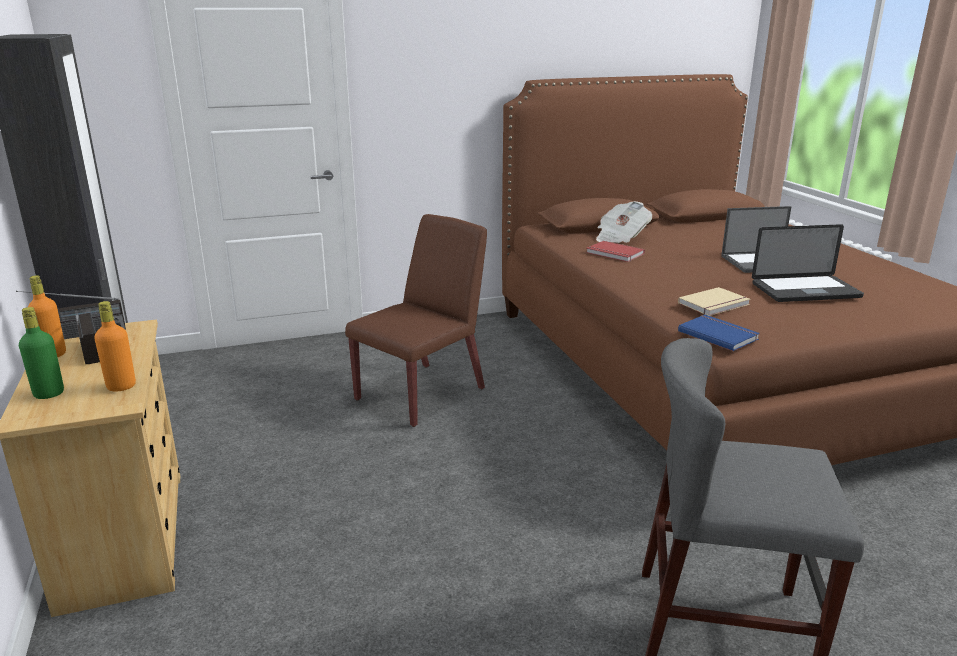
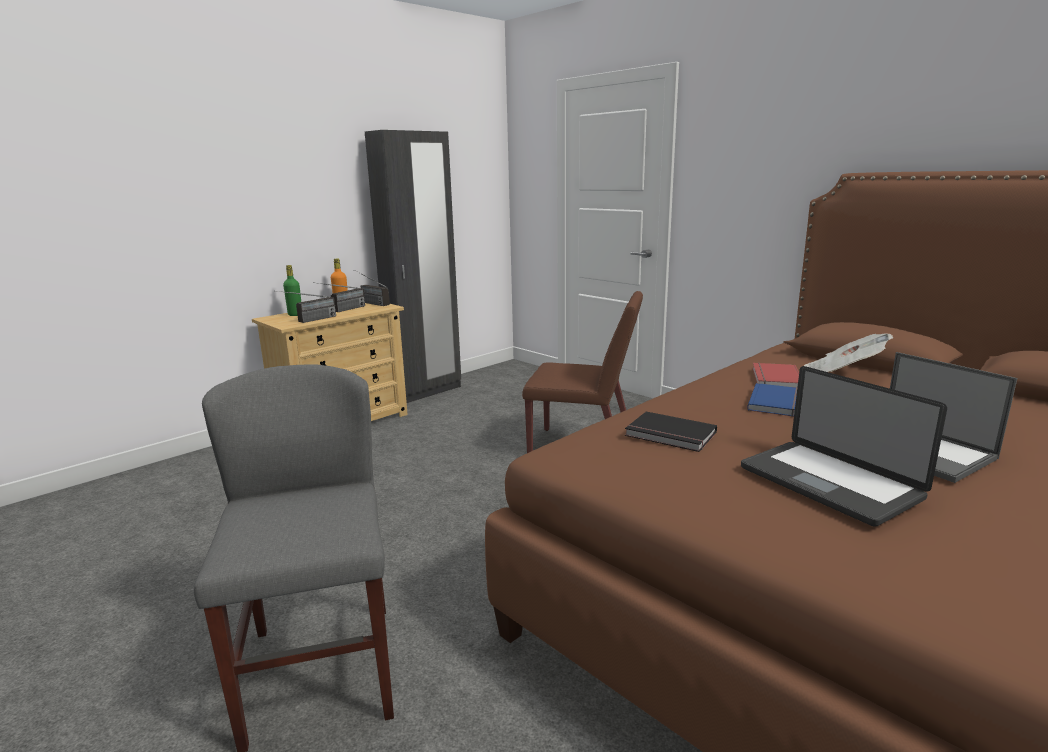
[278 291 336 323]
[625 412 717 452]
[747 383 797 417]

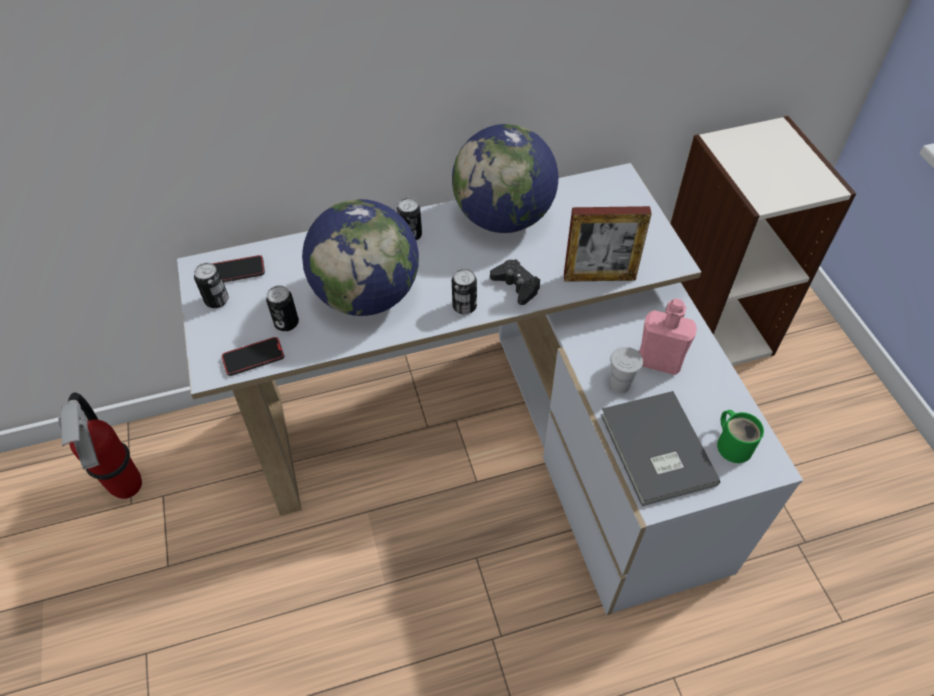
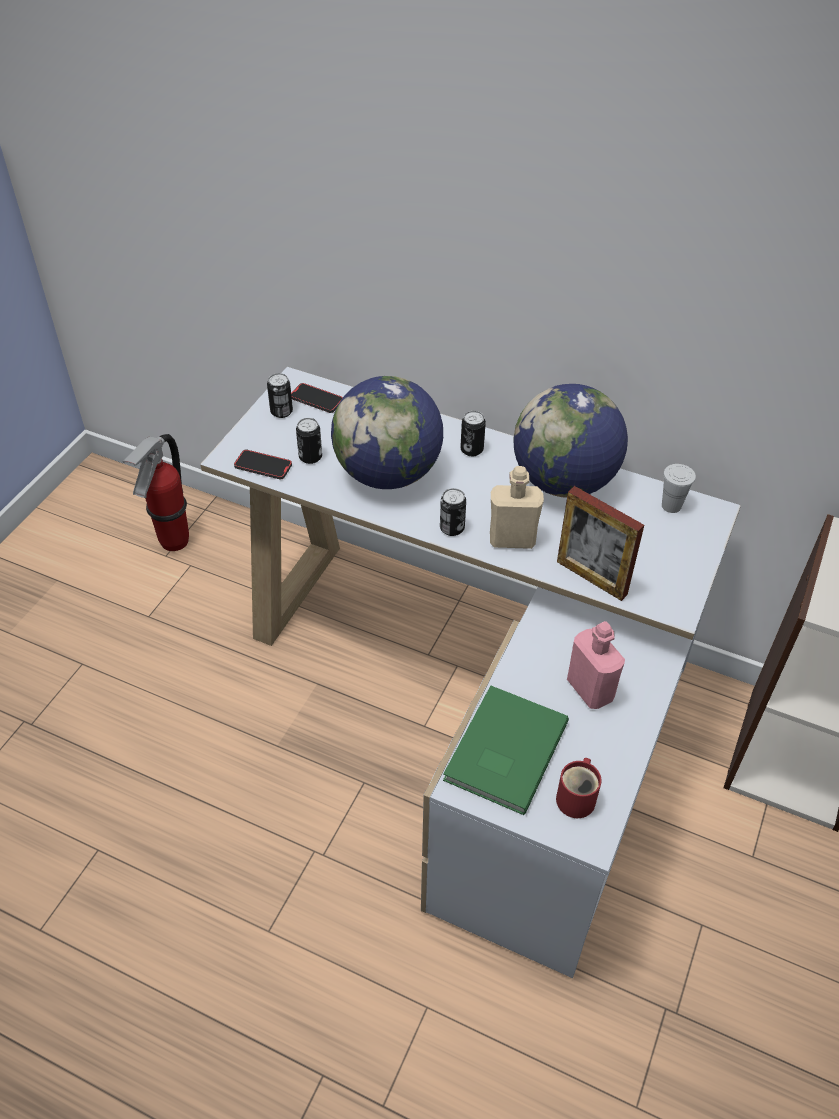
[443 685 569 815]
[490 466 544 549]
[556 758 601 818]
[662 464 696 513]

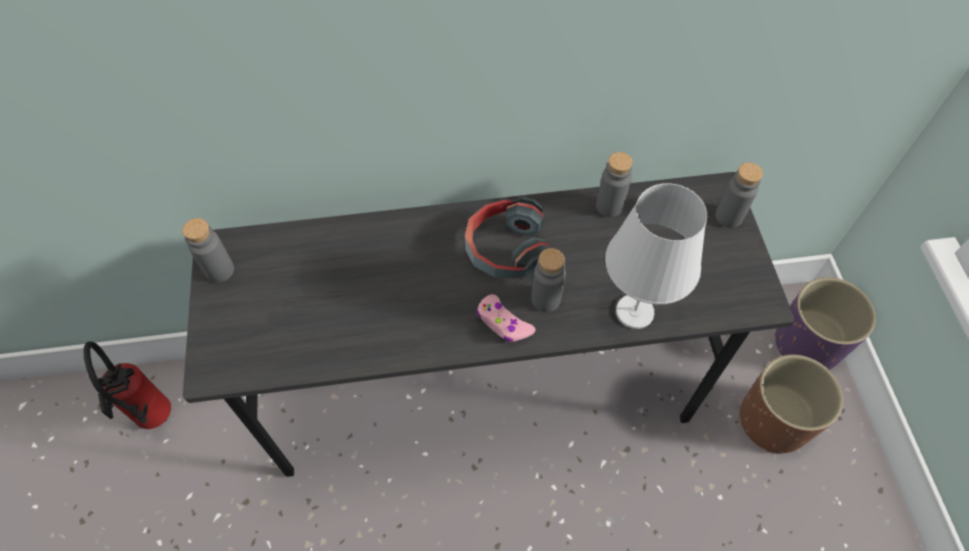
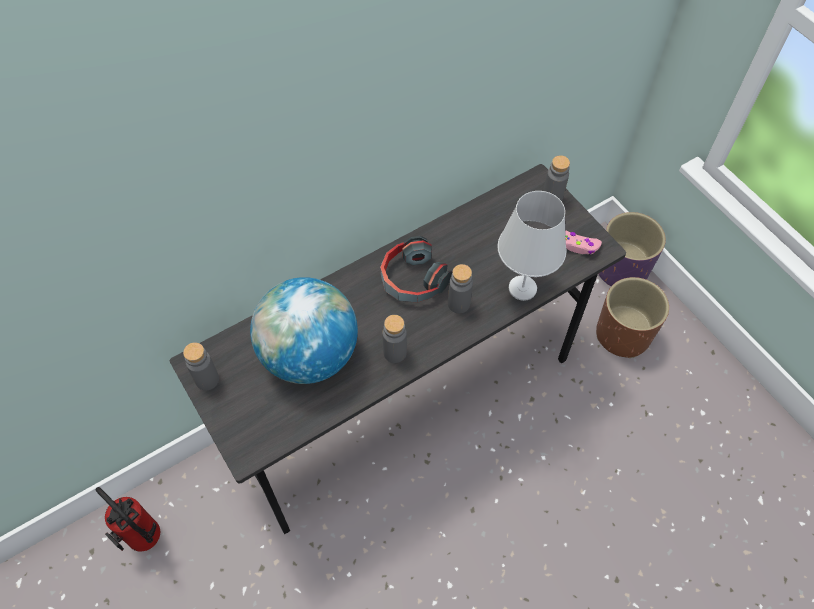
[250 277 358 384]
[382 315 407 363]
[565 230 602 254]

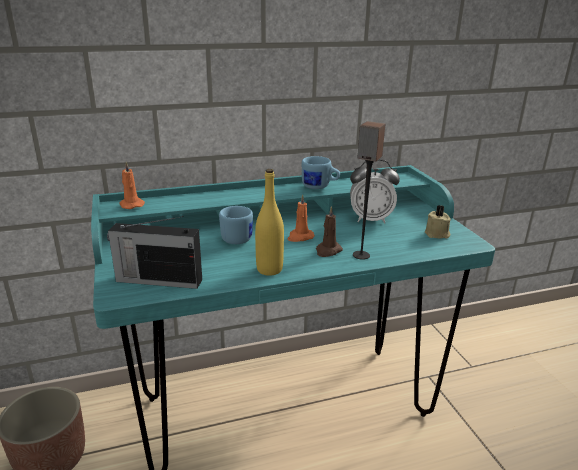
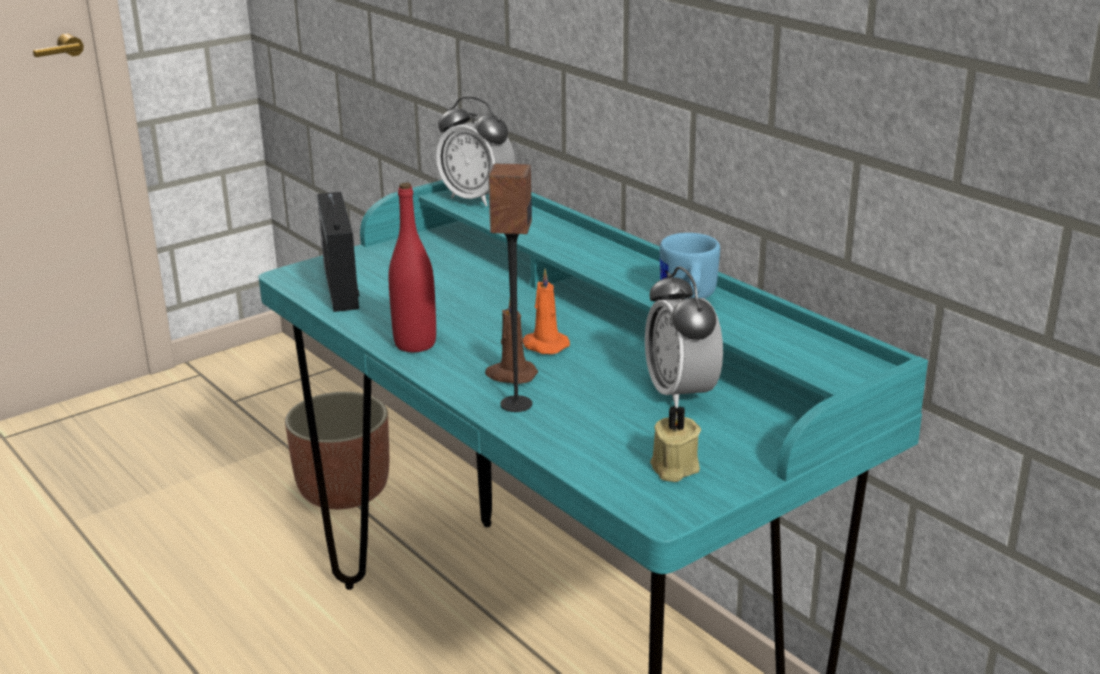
[388 182 436 352]
[436 96 515 206]
[219 206 253 244] (first image)

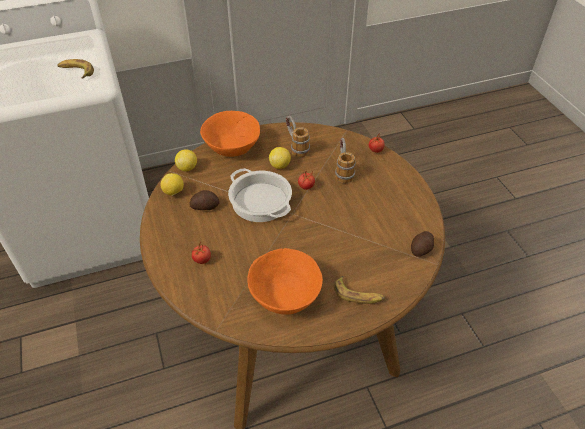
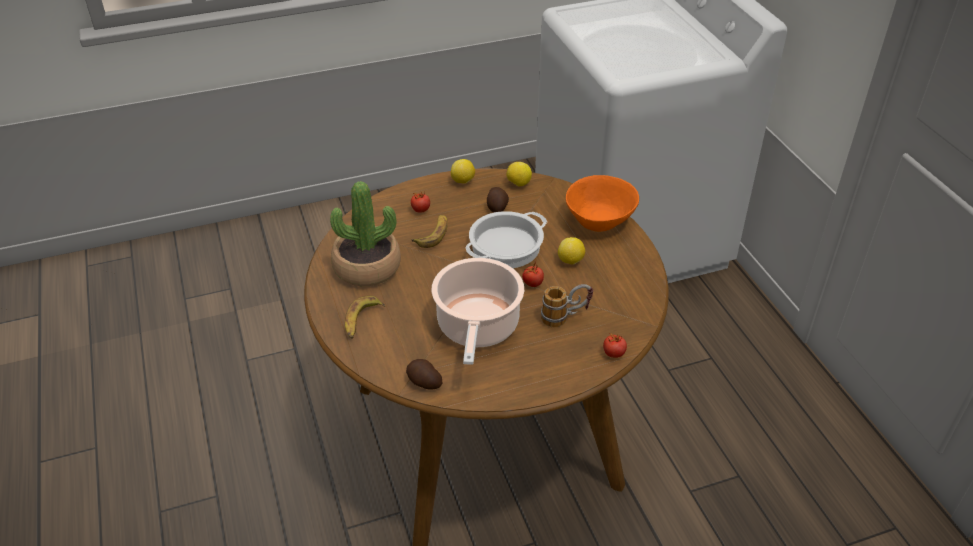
[330 181 401 286]
[411 215 448 248]
[432 258 524 365]
[451 159 475 184]
[286 116 310 157] (first image)

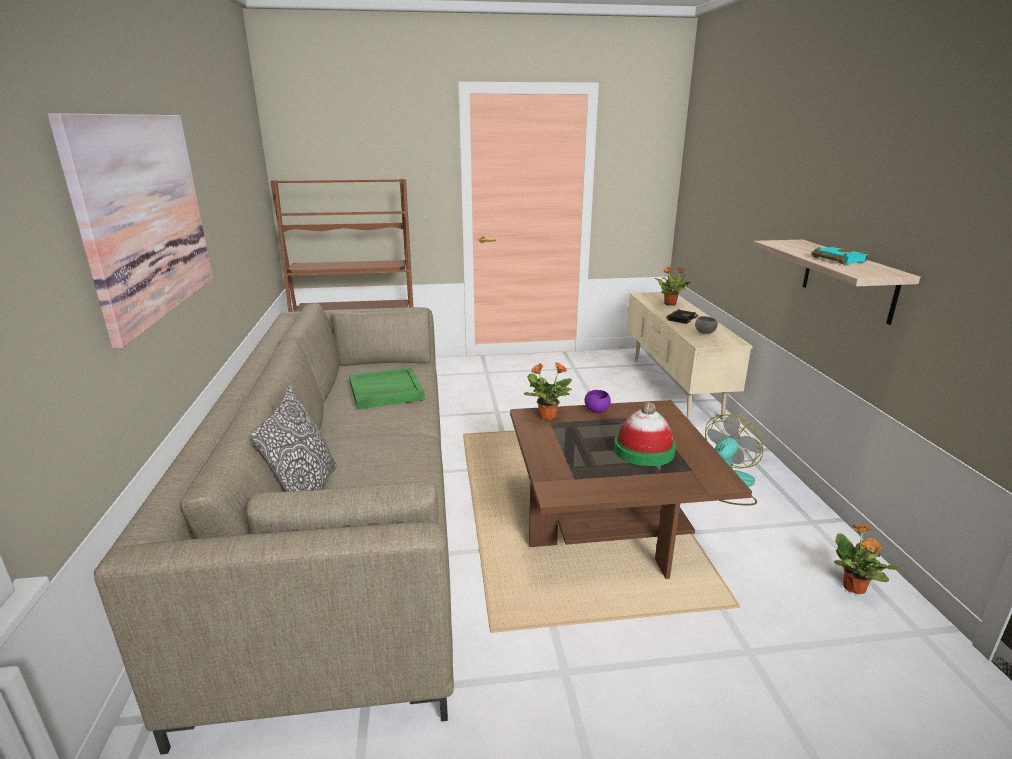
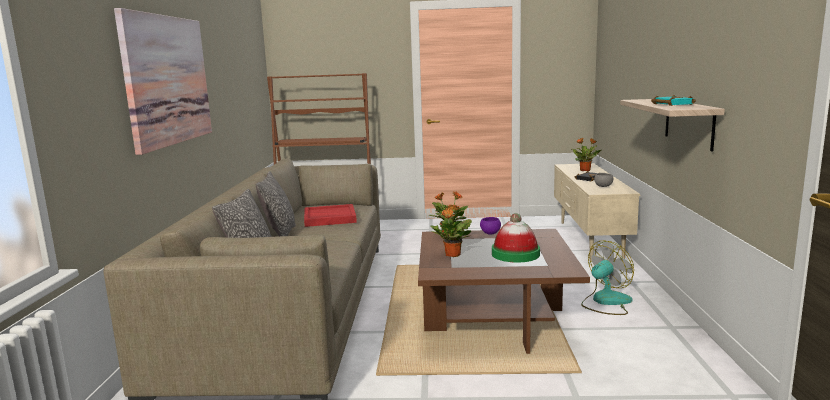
[256 171 296 236]
[304 204 357 227]
[430 204 472 257]

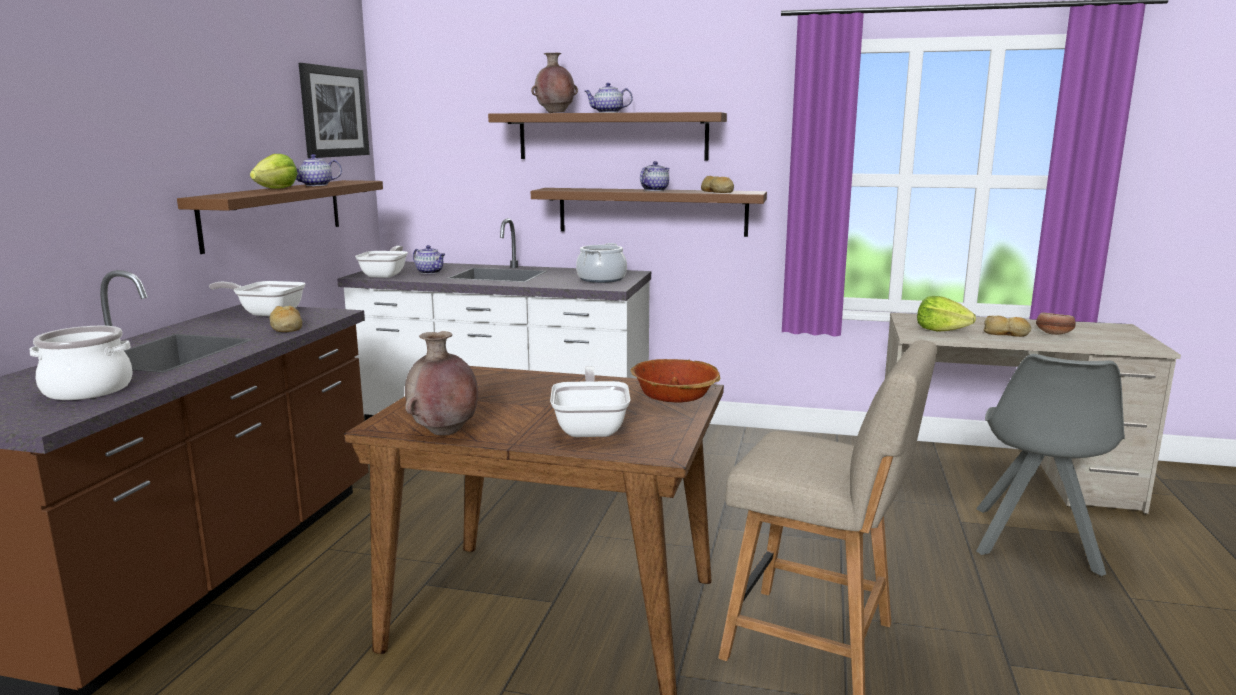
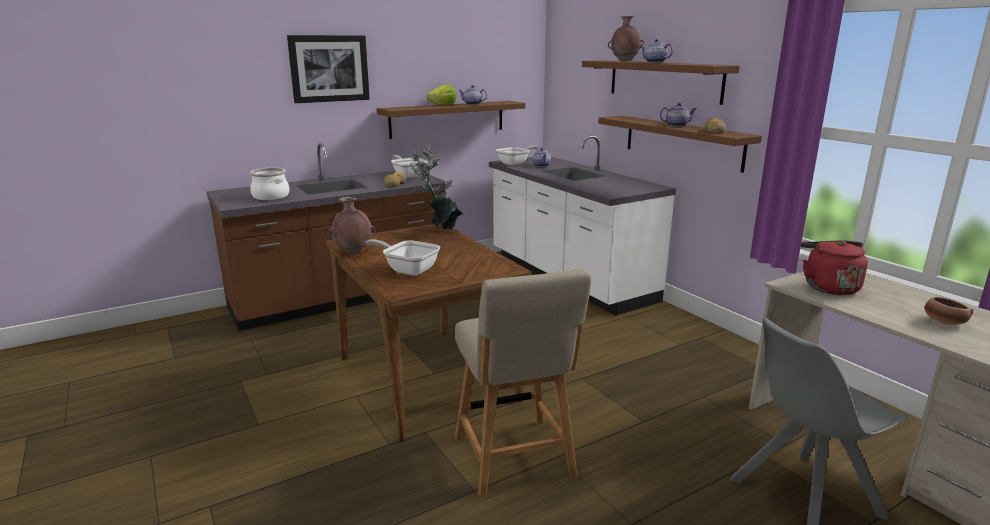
[287 35 370 103]
[365 239 440 276]
[410 146 464 229]
[801 240 868 295]
[576 243 627 283] (first image)
[630 359 720 402] (first image)
[984 316 1031 337] (first image)

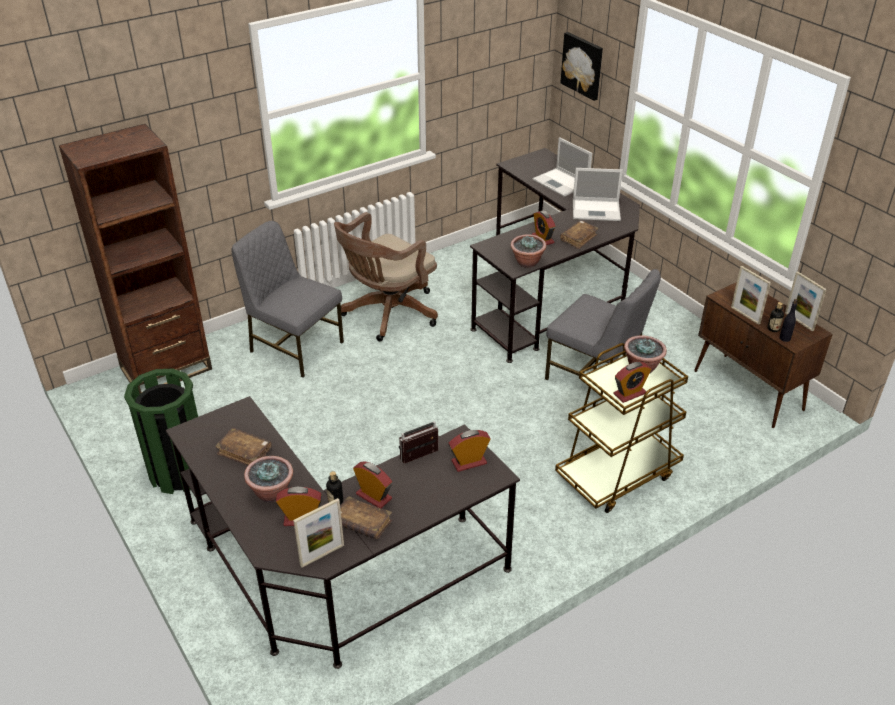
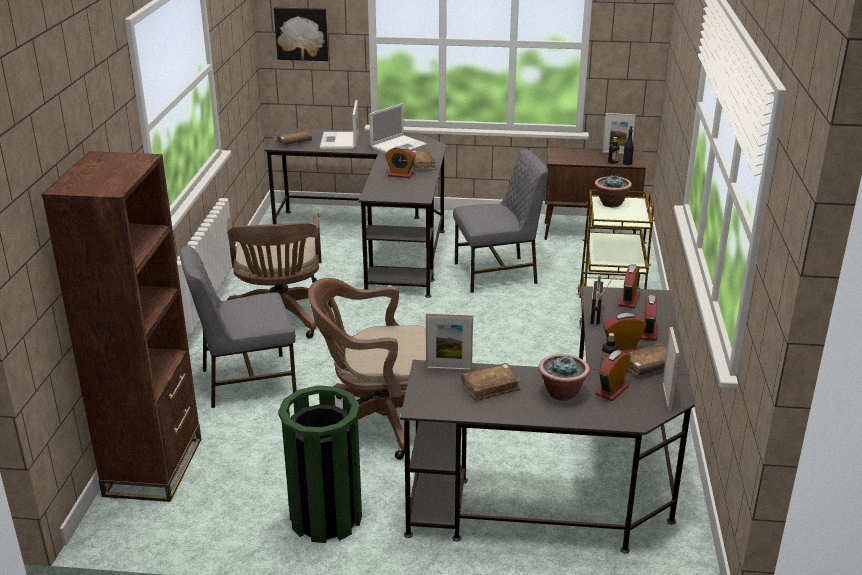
[276 129 312 145]
[308 278 426 460]
[320 100 359 149]
[426 312 473 371]
[640 294 657 341]
[510 234 547 268] (first image)

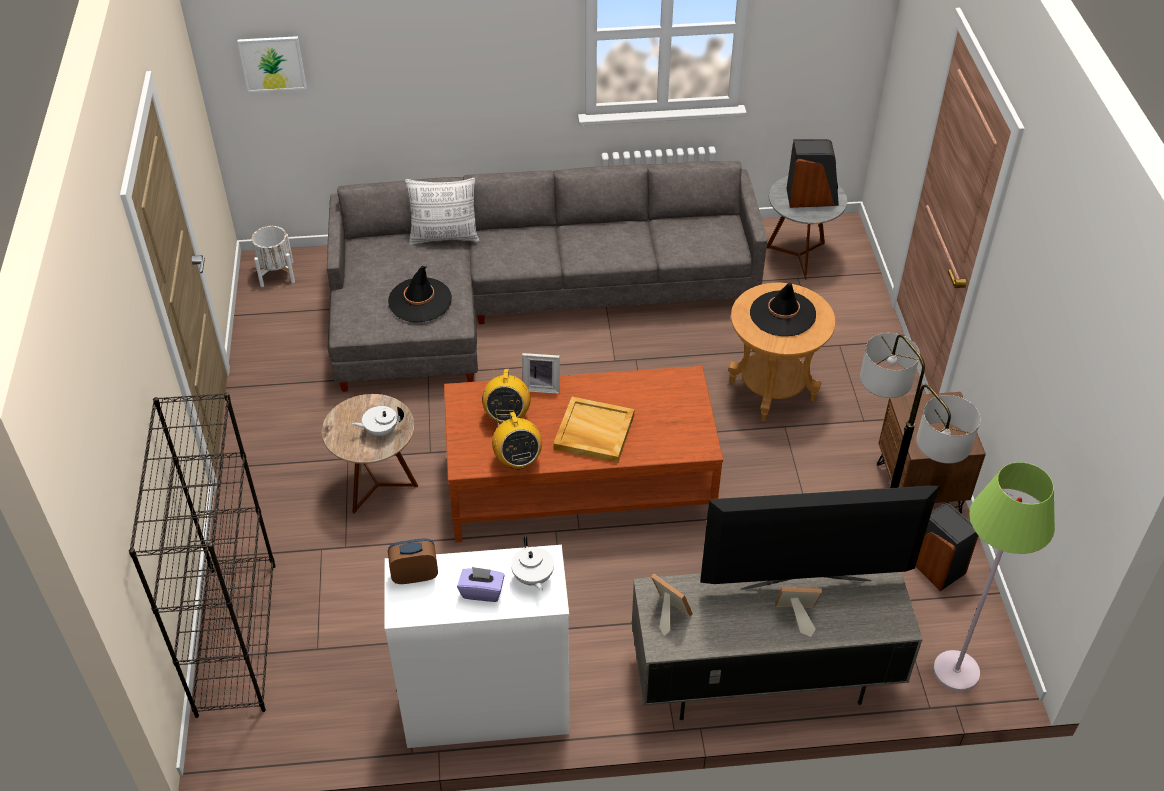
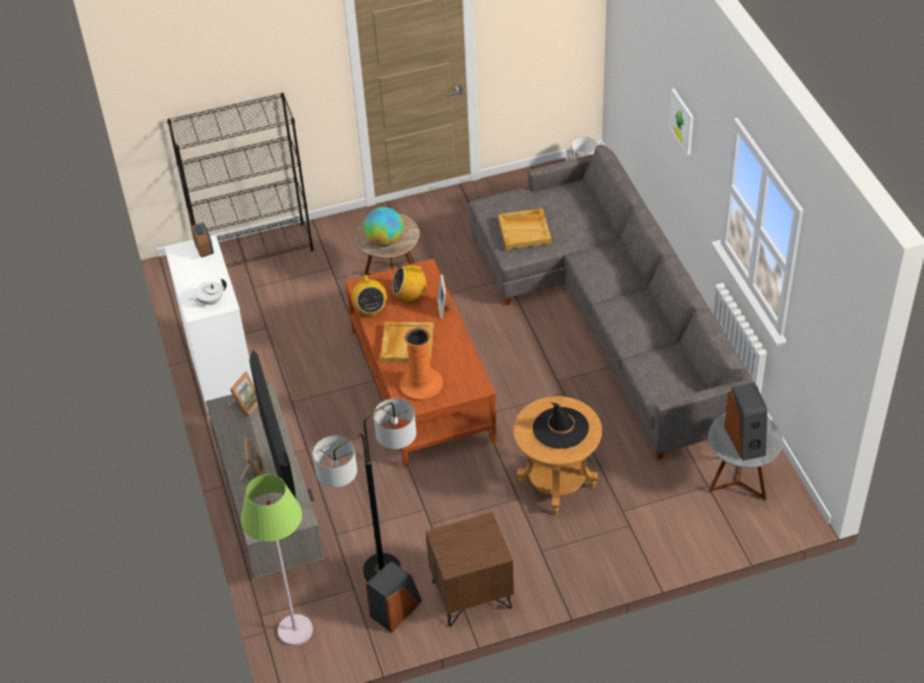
[351 275 387 317]
[364 207 403 246]
[400 327 443 401]
[498 208 551 250]
[669 88 694 155]
[405 178 480 245] (first image)
[457 567 505 602] (first image)

